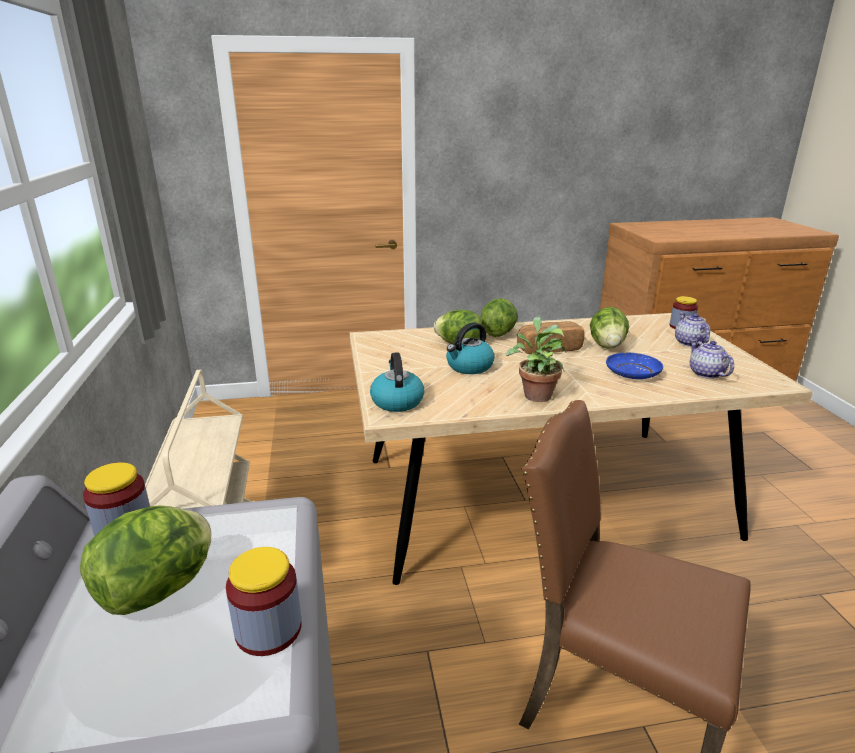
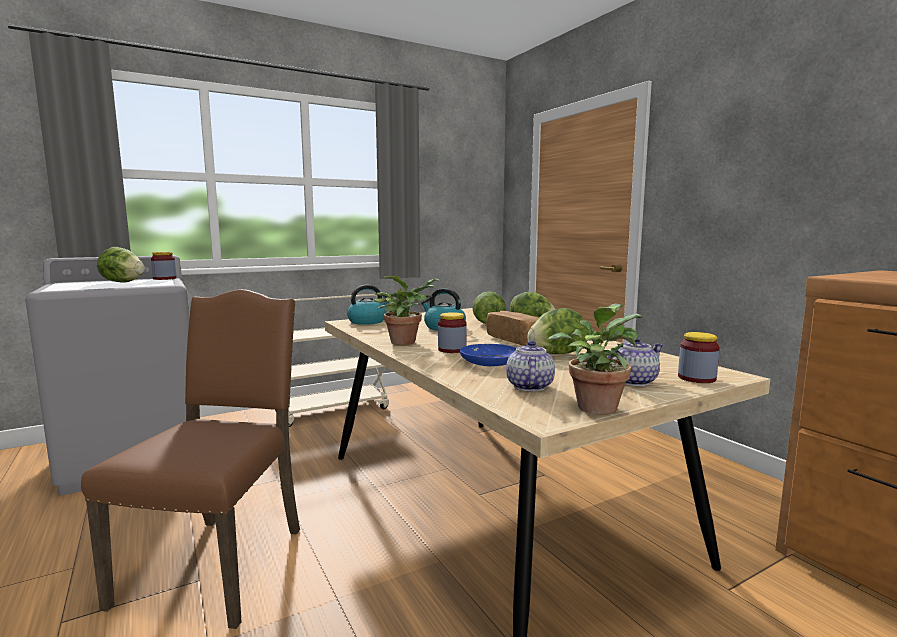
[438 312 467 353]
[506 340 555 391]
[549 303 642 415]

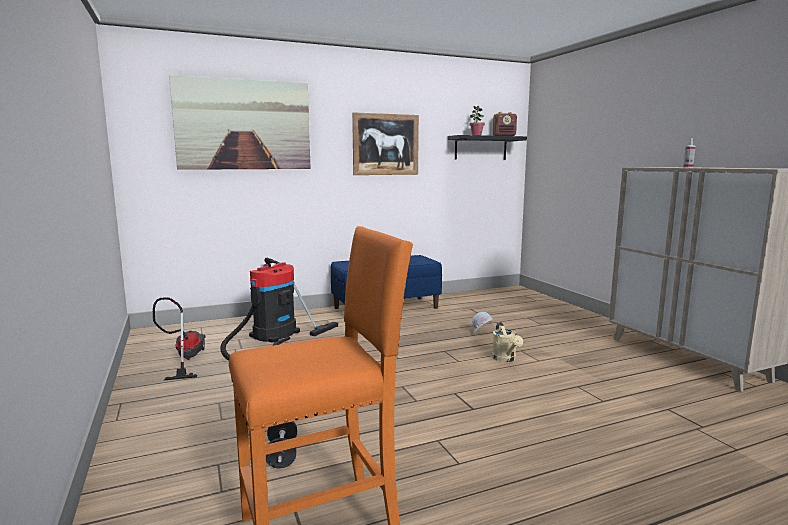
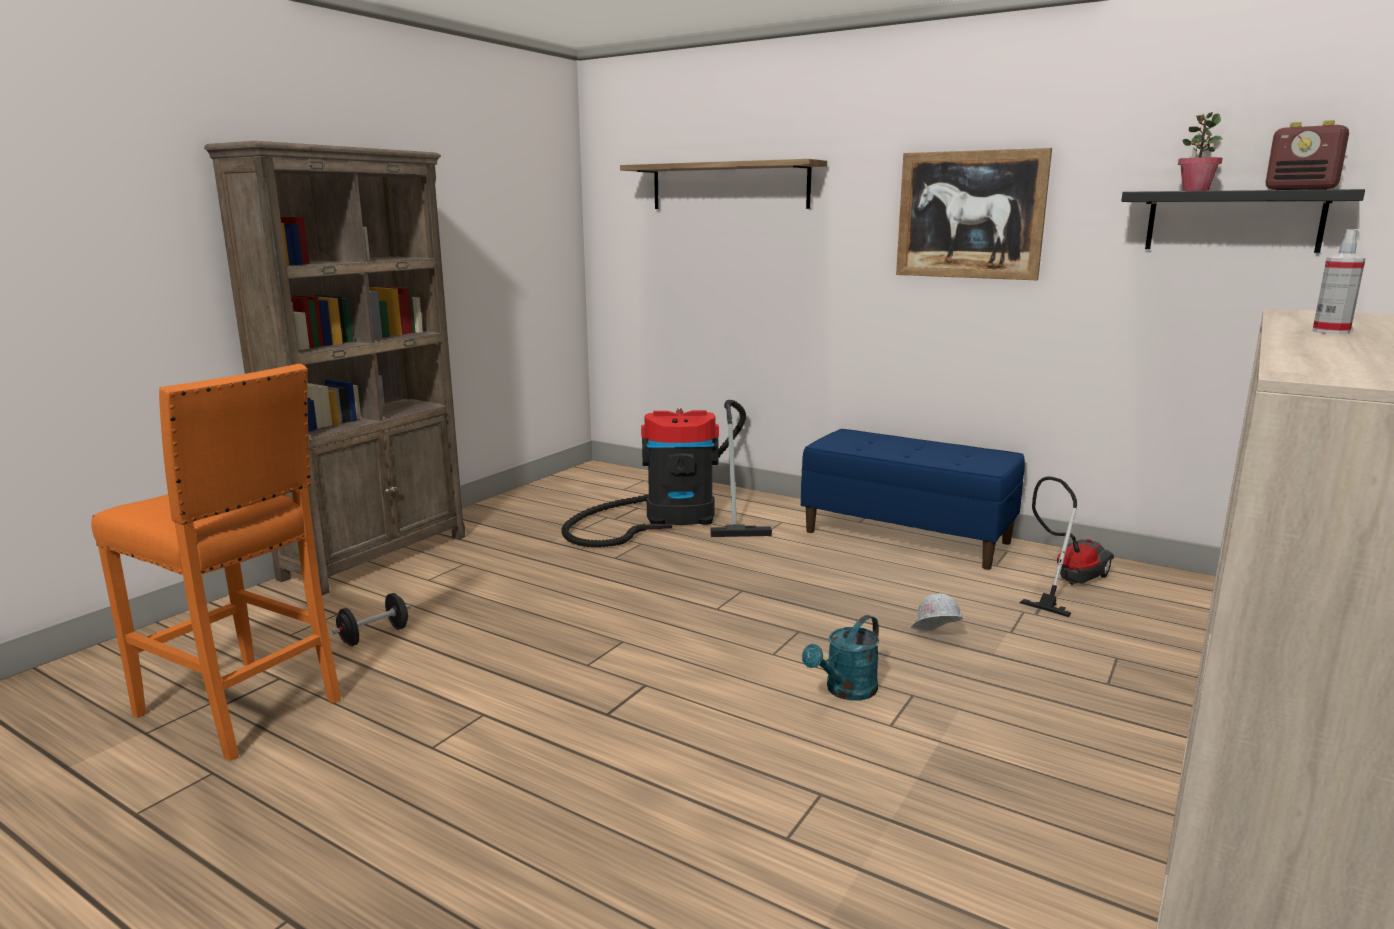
[204 141 465 596]
[620 159 827 209]
[802 615 879 701]
[1020 476 1114 617]

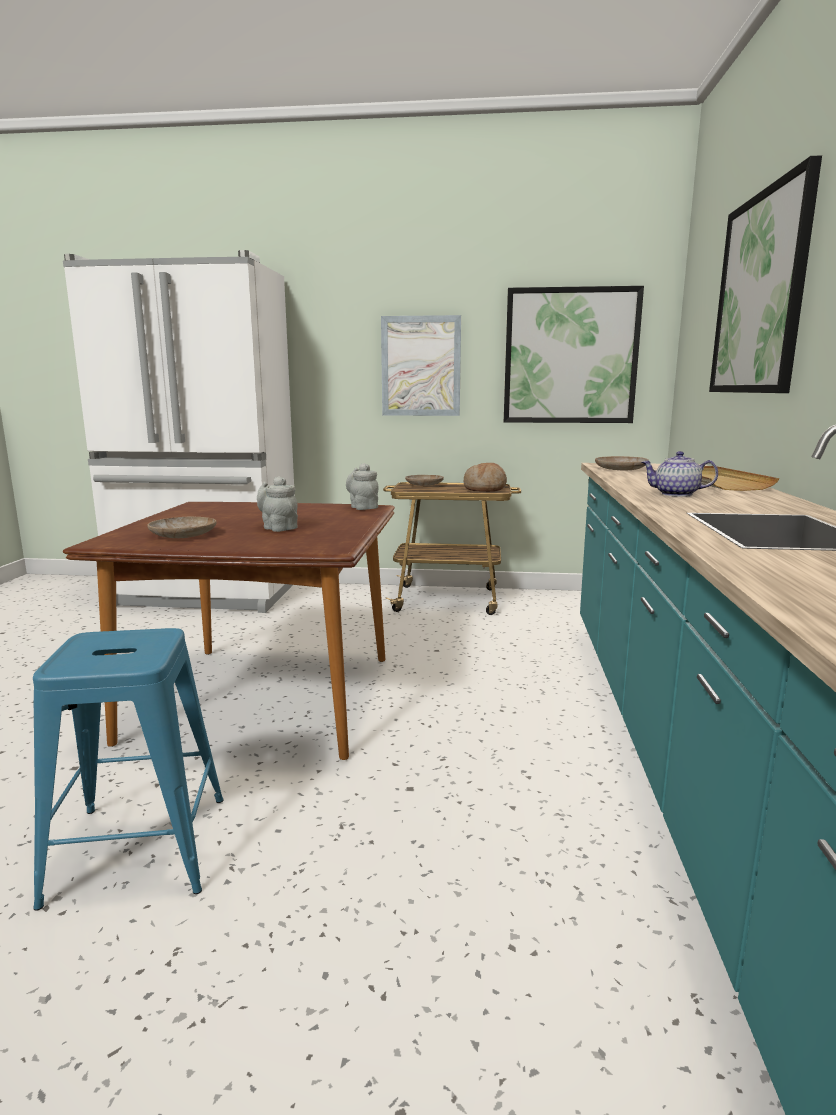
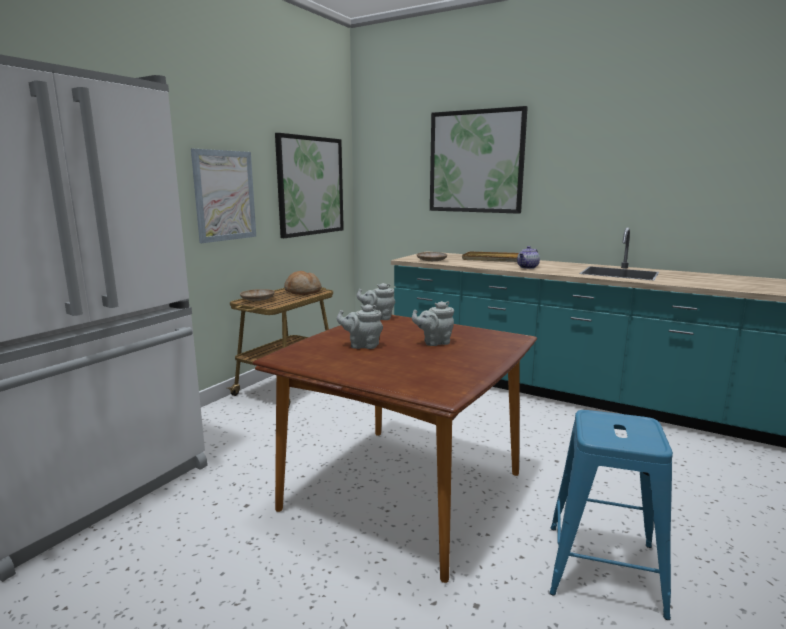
[337 304 383 349]
[147 517 217 538] (first image)

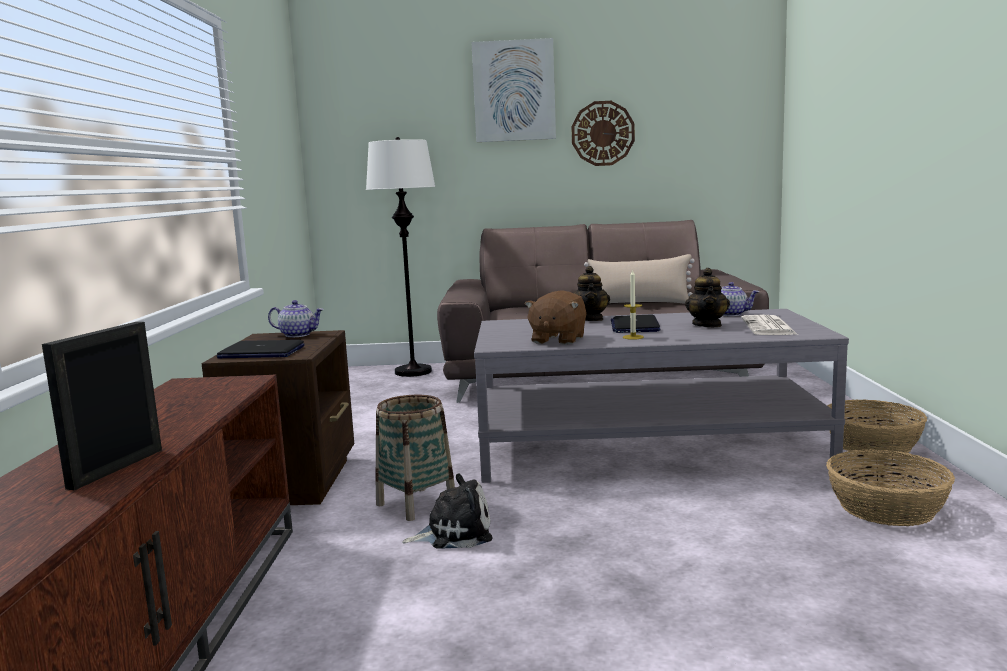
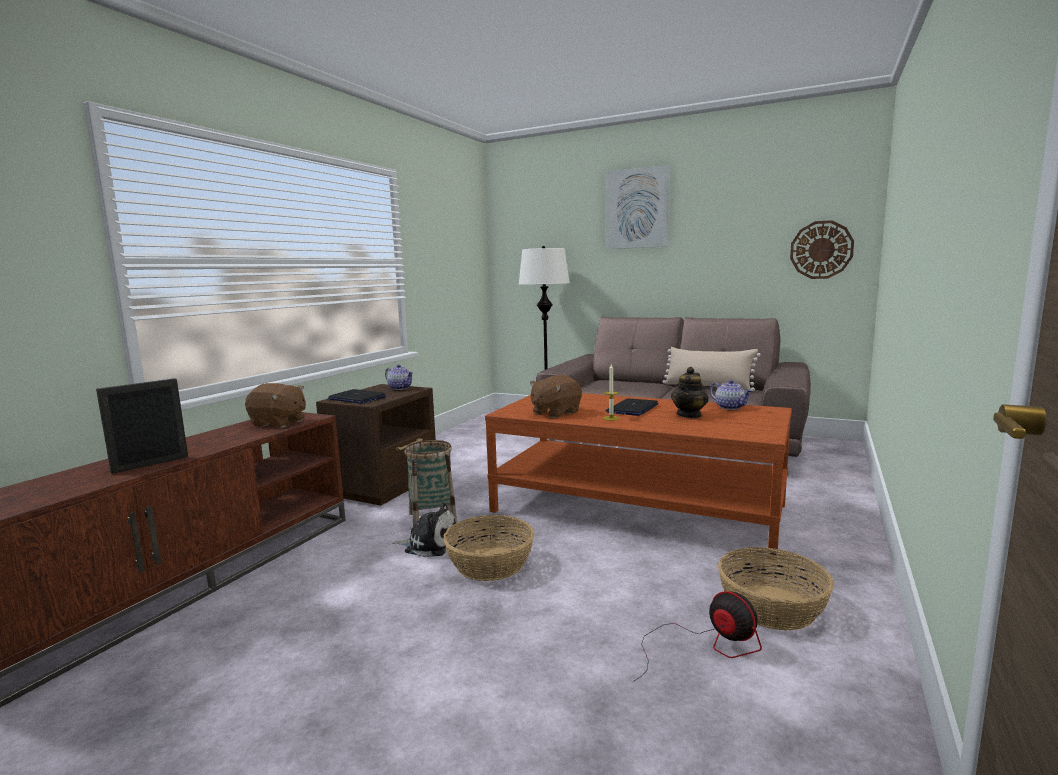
[245 383 306 428]
[444 515 535 581]
[485 393 792 560]
[634 591 762 681]
[790 220 854 279]
[574 266 610 321] (first image)
[741 315 798 335] (first image)

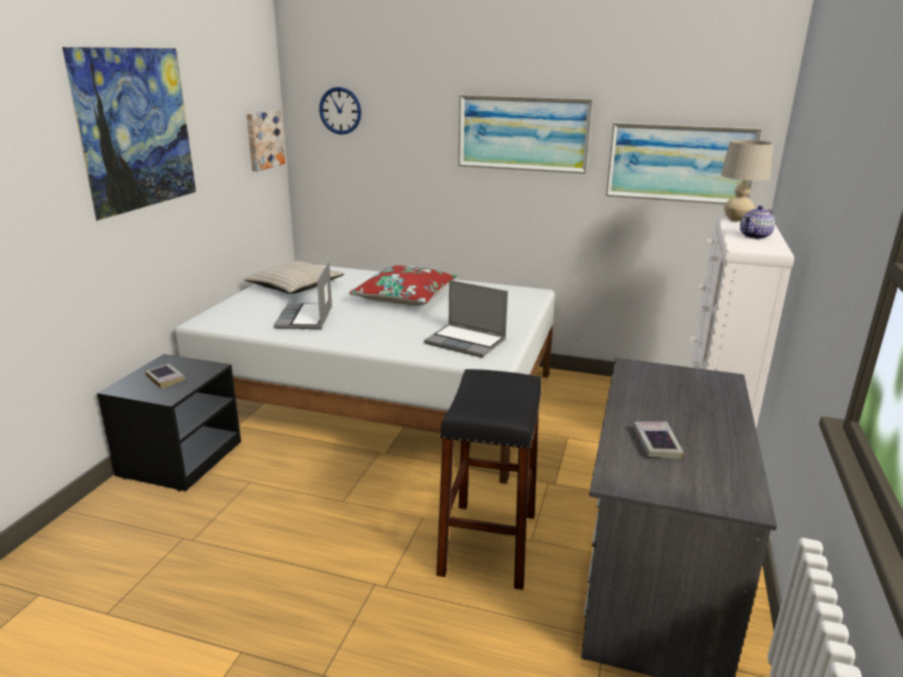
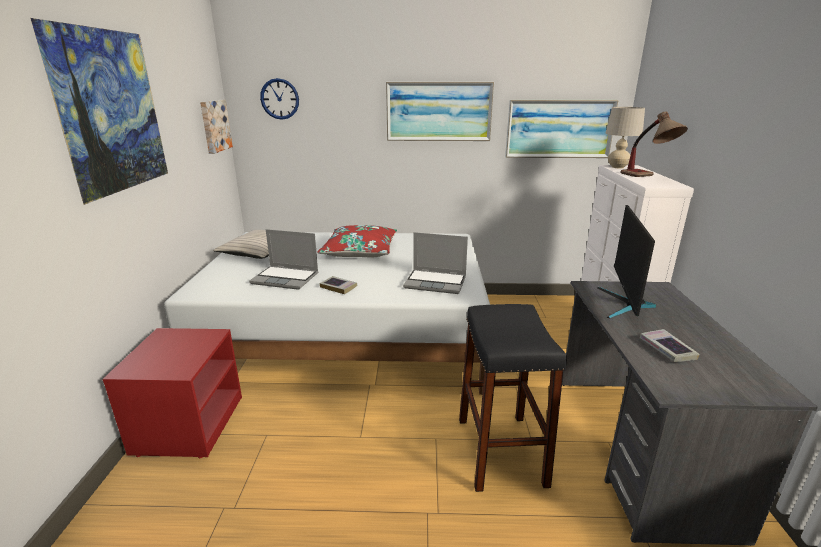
[102 328 242 458]
[249 229 318 290]
[319 276 357 294]
[598 205 656 318]
[620 111 688 177]

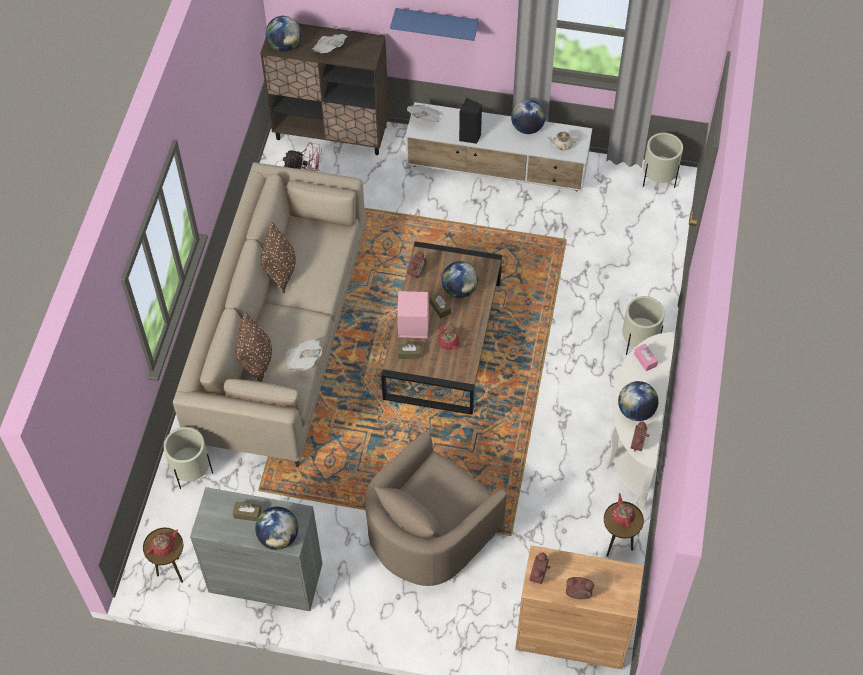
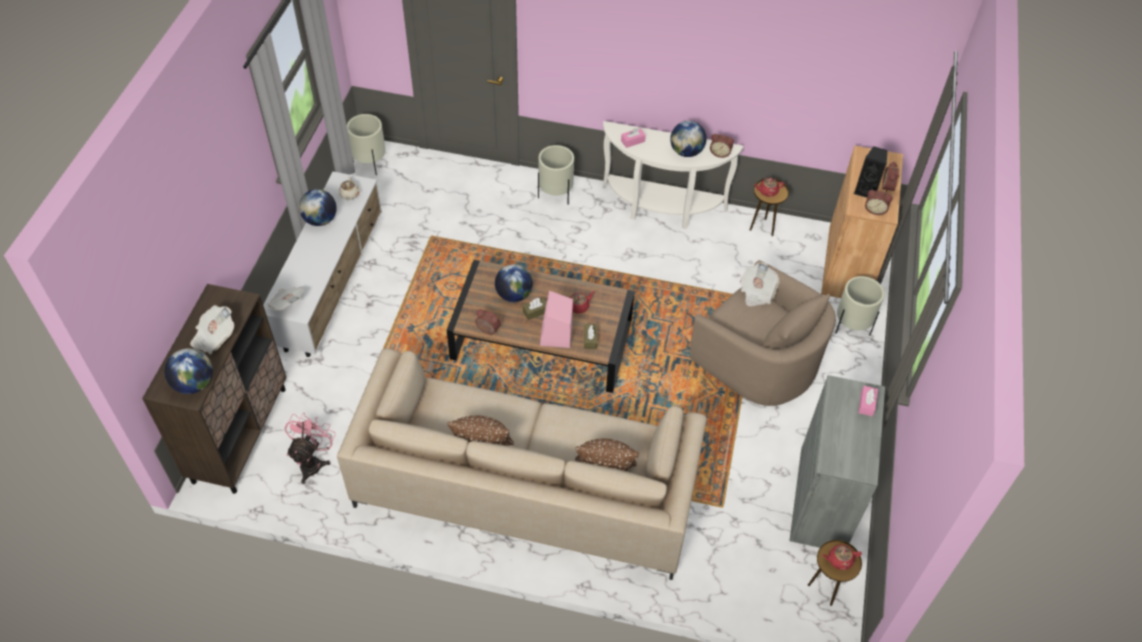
[740 262 780 306]
[822 545 862 570]
[835 276 884 336]
[854 146 888 198]
[858 386 878 416]
[233 502 262 521] (first image)
[390 8 479 41] (first image)

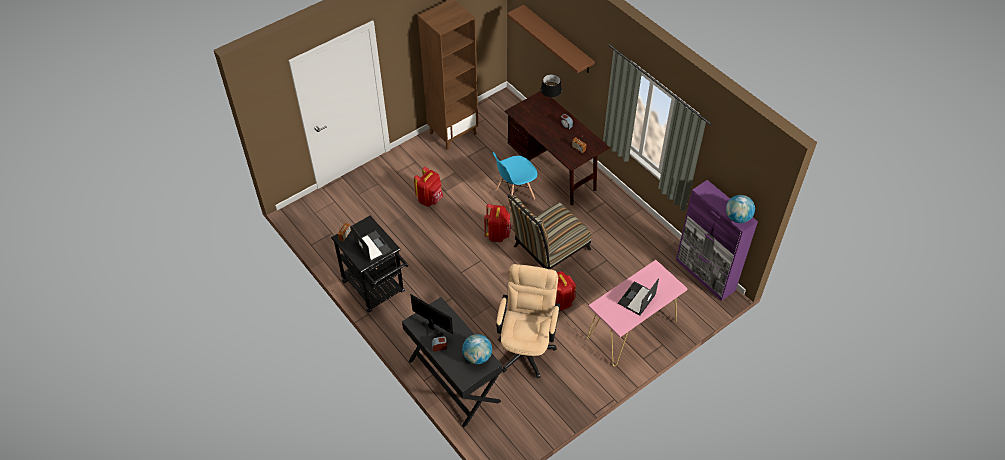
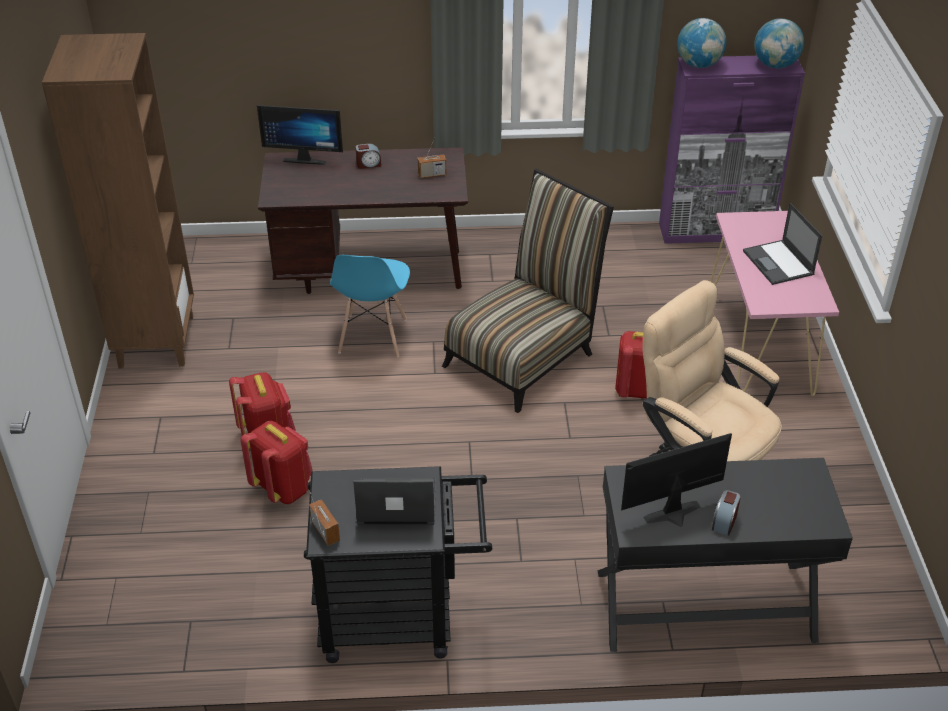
[240 421 312 504]
[257 105 343 165]
[442 168 614 413]
[677 18 727 68]
[507 5 595 73] (first image)

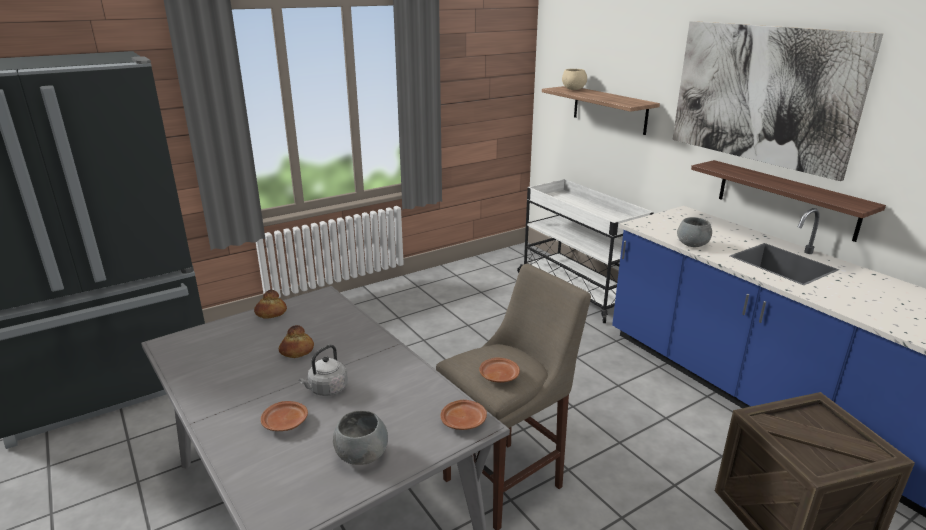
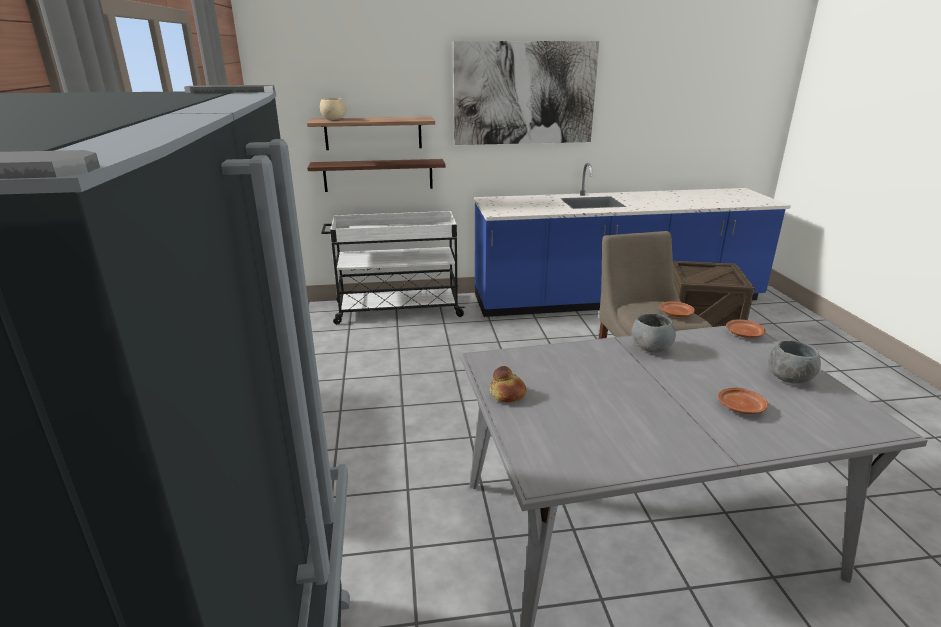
[307 159 446 192]
[632 313 676 353]
[279 325 314 358] (first image)
[299 345 348 396] (first image)

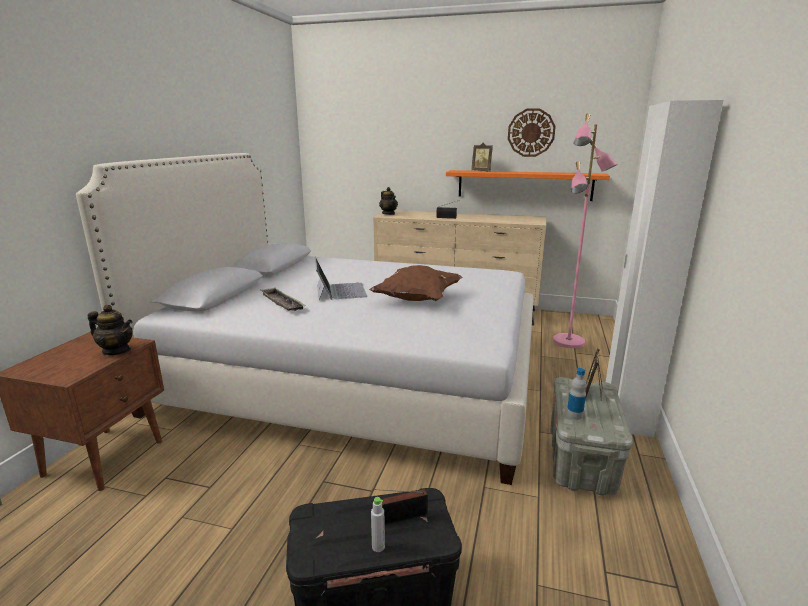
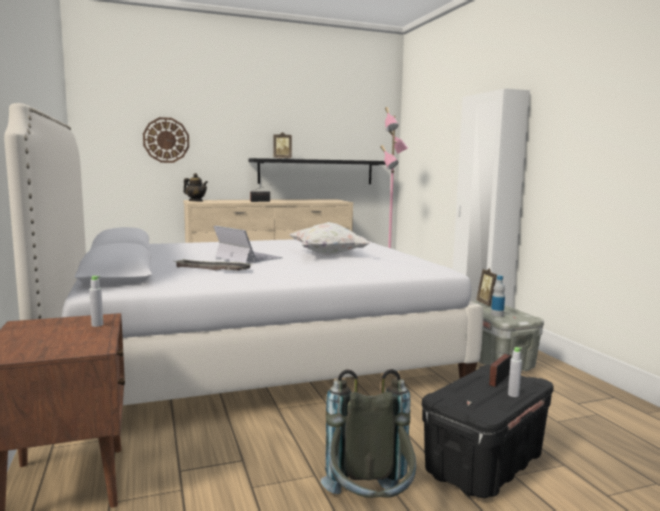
[89 276 103 327]
[143 117 189 163]
[248 158 386 184]
[290 222 370 256]
[321 369 416 498]

